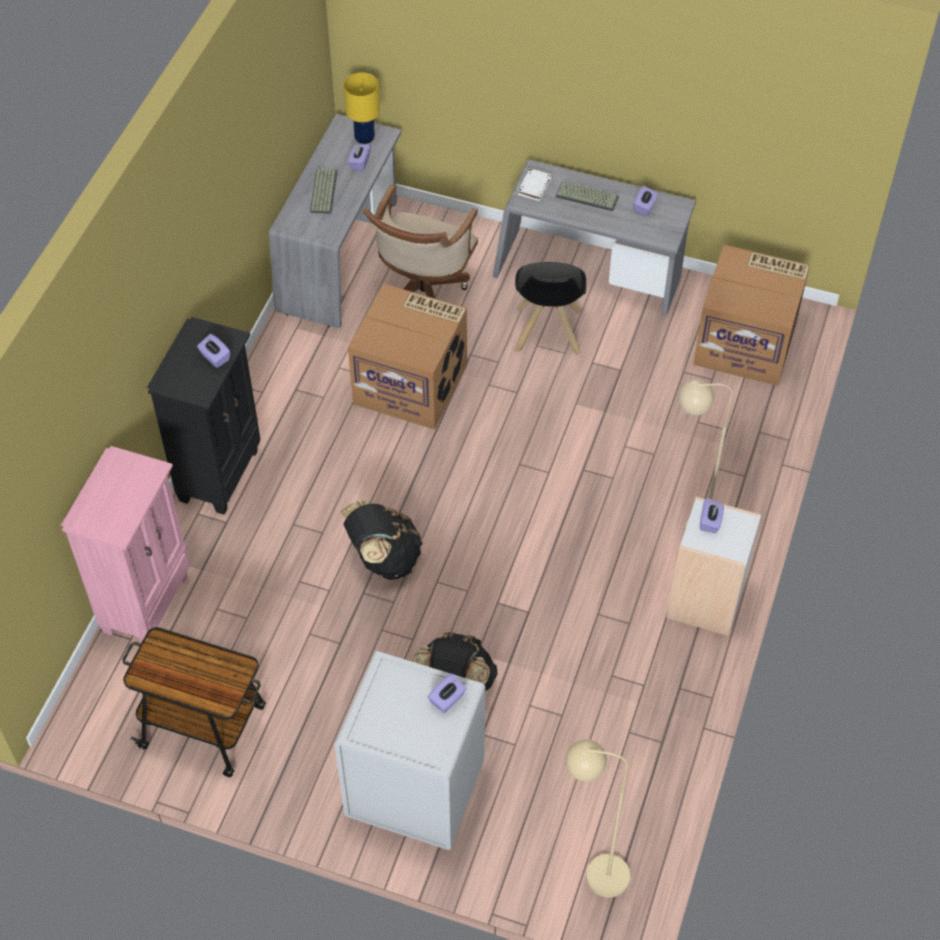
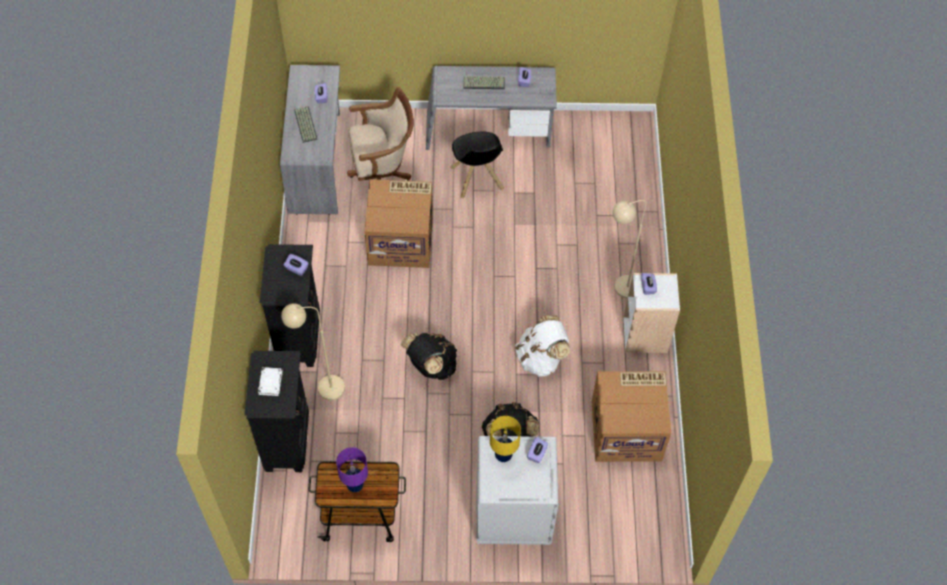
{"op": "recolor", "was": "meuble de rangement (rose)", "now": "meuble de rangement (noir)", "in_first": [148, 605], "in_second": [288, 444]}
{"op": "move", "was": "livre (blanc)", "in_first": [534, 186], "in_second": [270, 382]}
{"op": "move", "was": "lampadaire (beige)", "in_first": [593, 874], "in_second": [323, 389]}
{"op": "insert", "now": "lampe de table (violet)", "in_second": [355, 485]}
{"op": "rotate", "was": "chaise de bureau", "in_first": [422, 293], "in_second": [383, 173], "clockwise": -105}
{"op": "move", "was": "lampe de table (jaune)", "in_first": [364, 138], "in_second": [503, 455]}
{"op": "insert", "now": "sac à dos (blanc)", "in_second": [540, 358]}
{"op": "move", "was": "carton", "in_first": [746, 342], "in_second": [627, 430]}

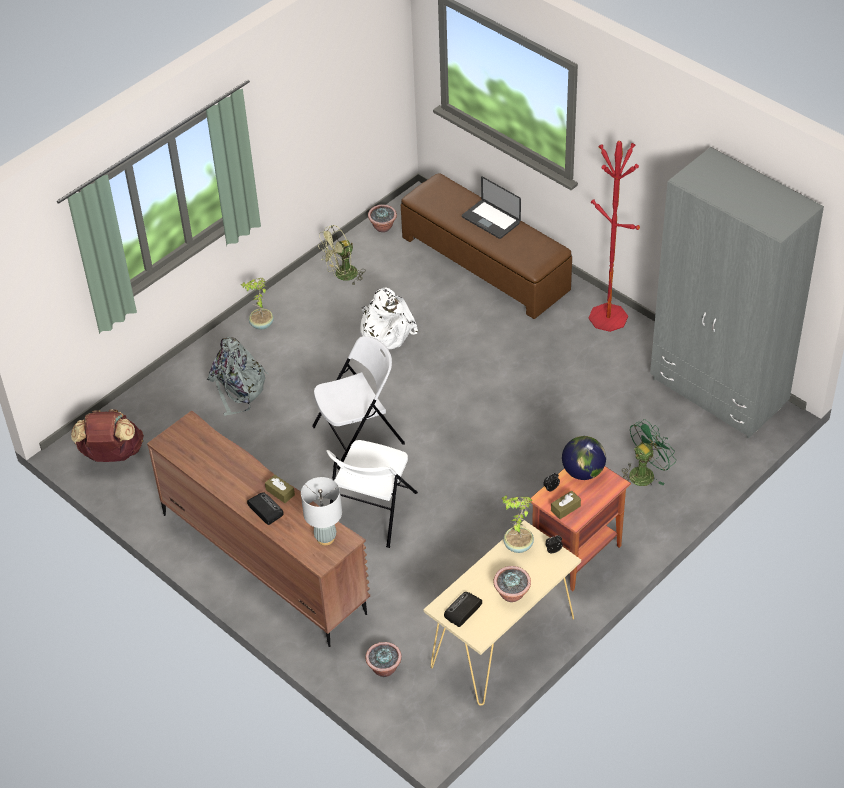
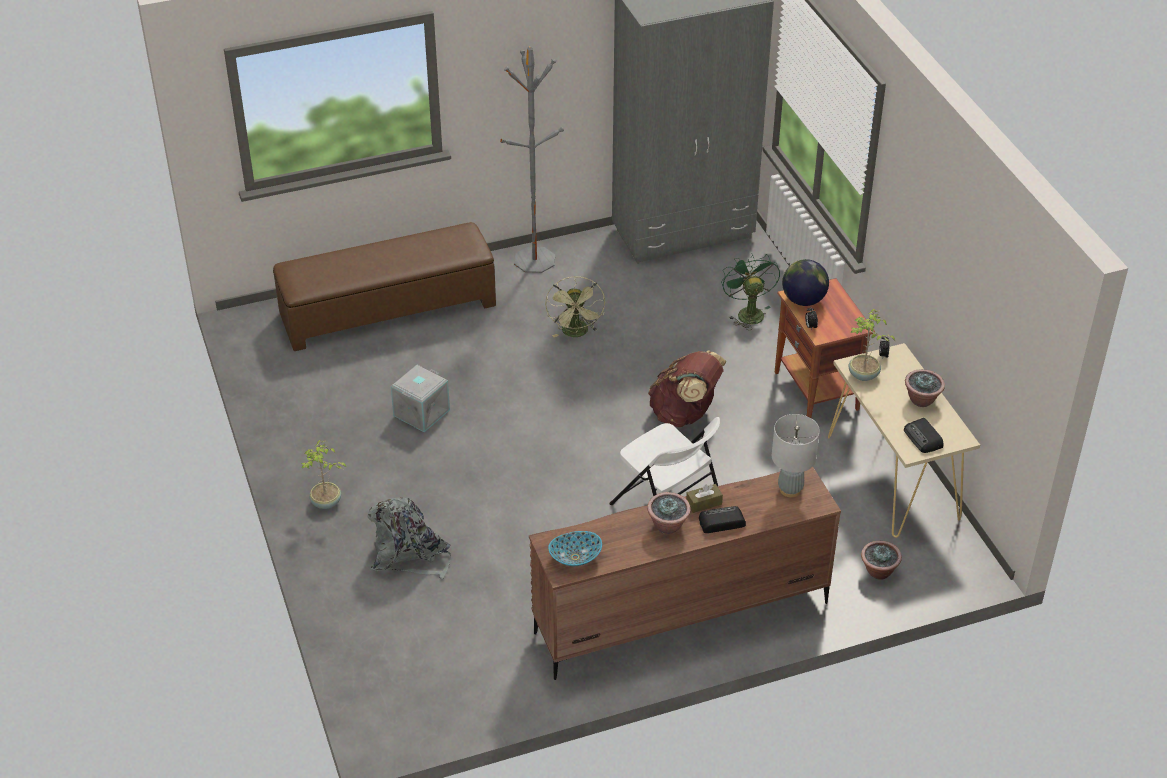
{"op": "replace", "was": "sac à dos (blanc)", "now": "boîte de rangement (gris)", "in_first": [385, 331], "in_second": [421, 412]}
{"op": "recolor", "was": "portant (rouge)", "now": "portant (gris)", "in_first": [608, 317], "in_second": [534, 259]}
{"op": "move", "was": "ventilateur (vert)", "in_first": [342, 276], "in_second": [576, 333]}
{"op": "insert", "now": "bol", "in_second": [575, 557]}
{"op": "move", "was": "plante en pot", "in_first": [383, 227], "in_second": [668, 525]}
{"op": "move", "was": "sac à dos (marron)", "in_first": [112, 455], "in_second": [685, 414]}
{"op": "delete", "was": "chaise (blanc)", "in_first": [358, 435]}
{"op": "delete", "was": "ordinateur portable", "in_first": [491, 220]}
{"op": "delete", "was": "boîte à mouchoirs (marron)", "in_first": [565, 508]}

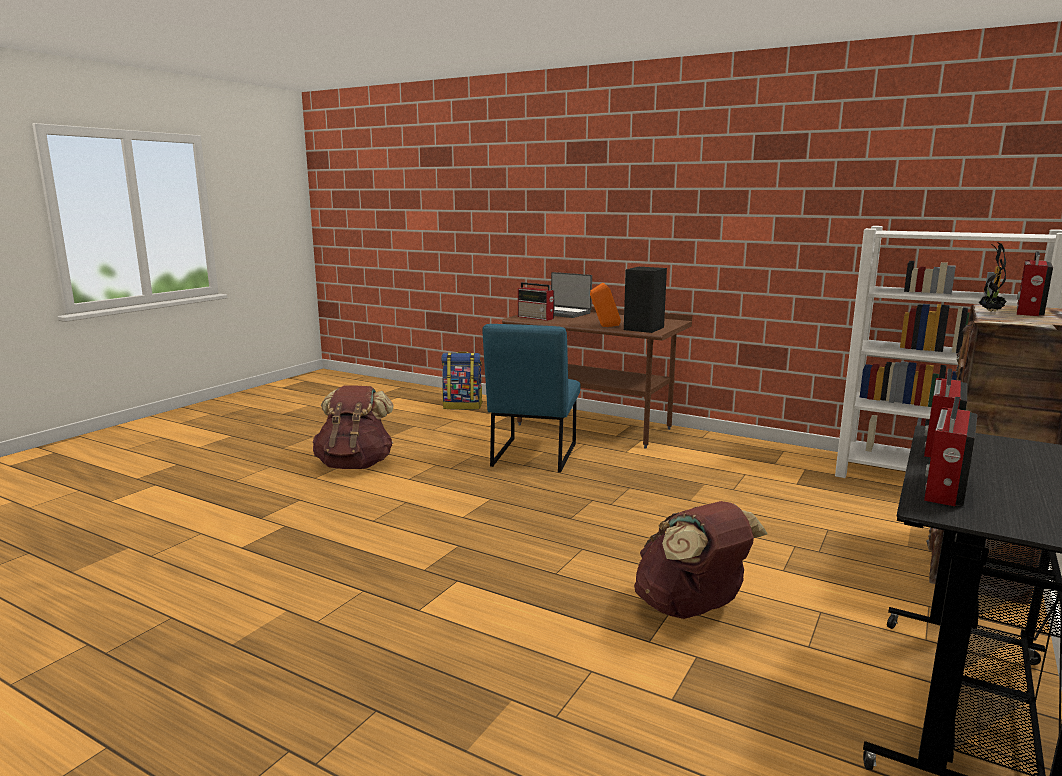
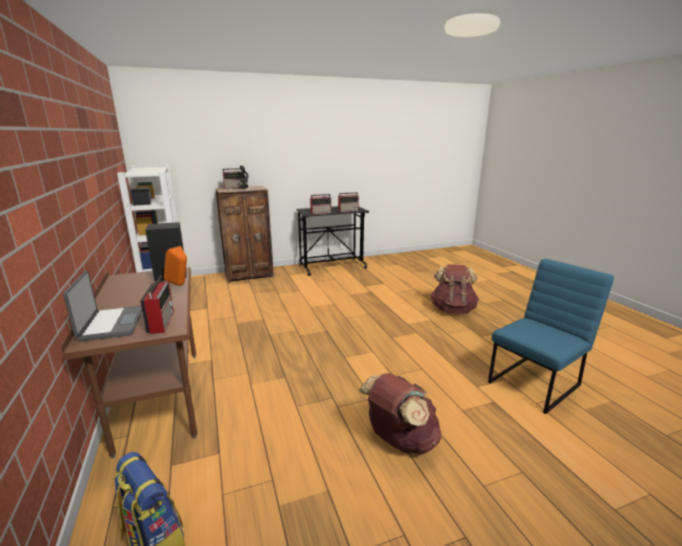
{"op": "move", "was": "sac à dos (marron)", "in_first": [691, 609], "in_second": [452, 310]}
{"op": "move", "was": "chaise (bleu)", "in_first": [533, 455], "in_second": [536, 383]}

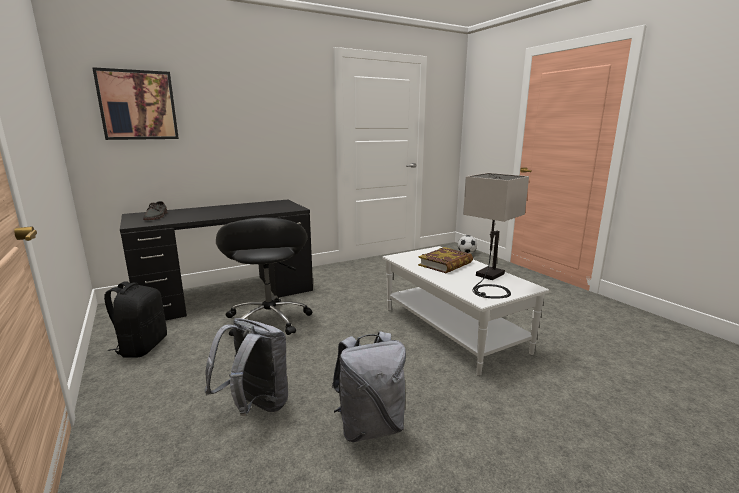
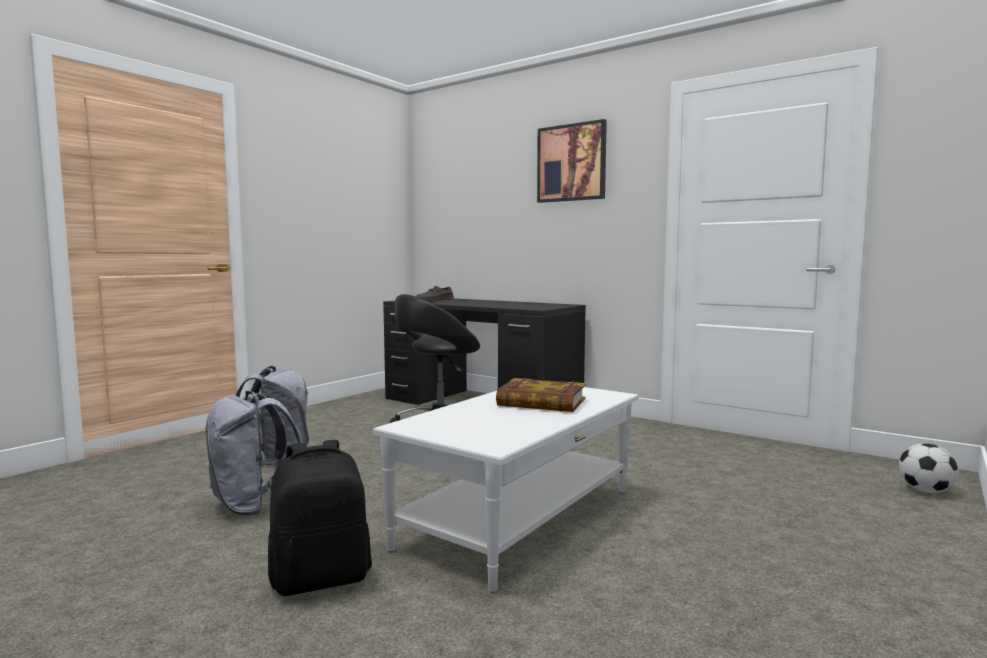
{"op": "move", "was": "sac à dos (noir)", "in_first": [142, 347], "in_second": [321, 578]}
{"op": "move", "was": "tableau", "in_first": [138, 105], "in_second": [571, 163]}
{"op": "delete", "was": "lampe de table", "in_first": [489, 281]}

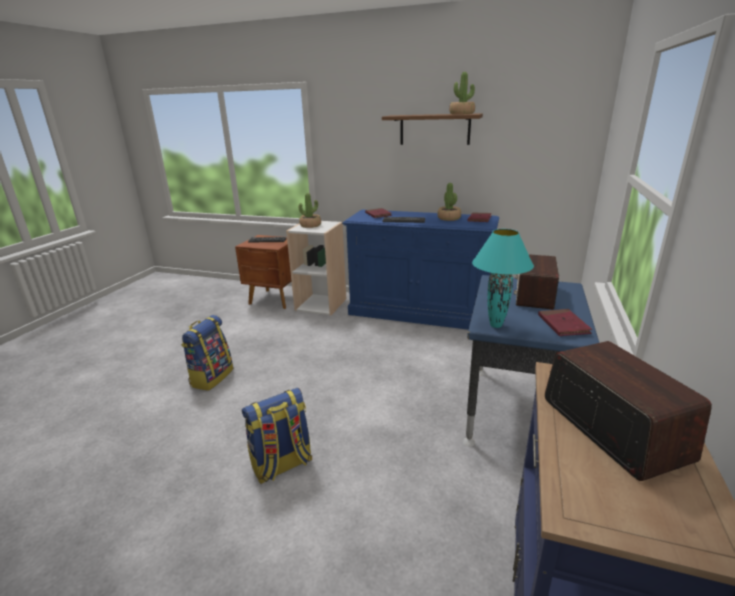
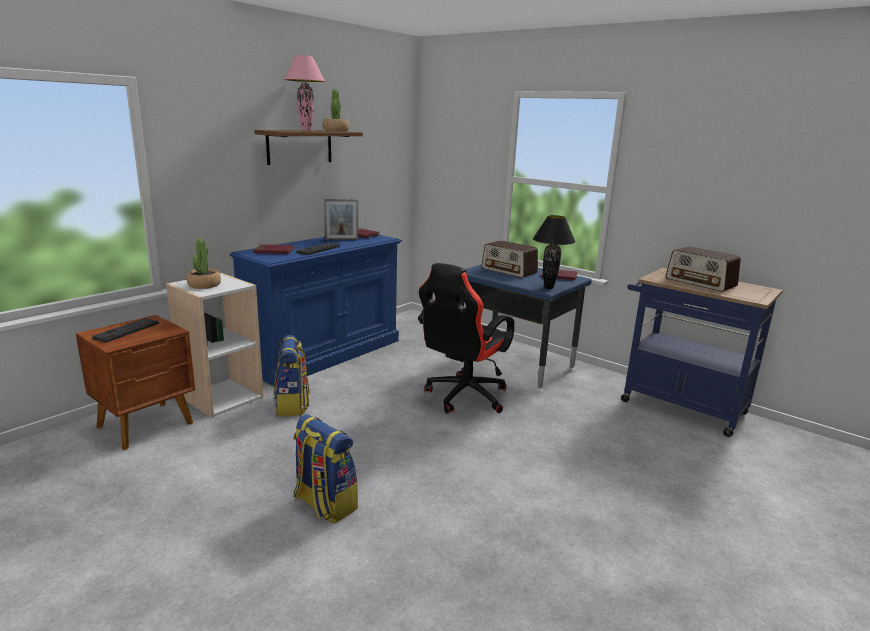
{"op": "move", "was": "sac à dos", "in_first": [282, 465], "in_second": [292, 405]}
{"op": "insert", "now": "lampe de table (rose)", "in_second": [306, 130]}
{"op": "replace", "was": "plante en pot", "now": "cadre photo", "in_first": [449, 218], "in_second": [341, 239]}
{"op": "insert", "now": "chaise de bureau (noir)", "in_second": [462, 399]}
{"op": "recolor", "was": "lampe de table (turquoise)", "now": "lampe de table (noir)", "in_first": [495, 325], "in_second": [548, 288]}
{"op": "rotate", "was": "radio", "in_first": [612, 427], "in_second": [700, 282], "clockwise": -135}

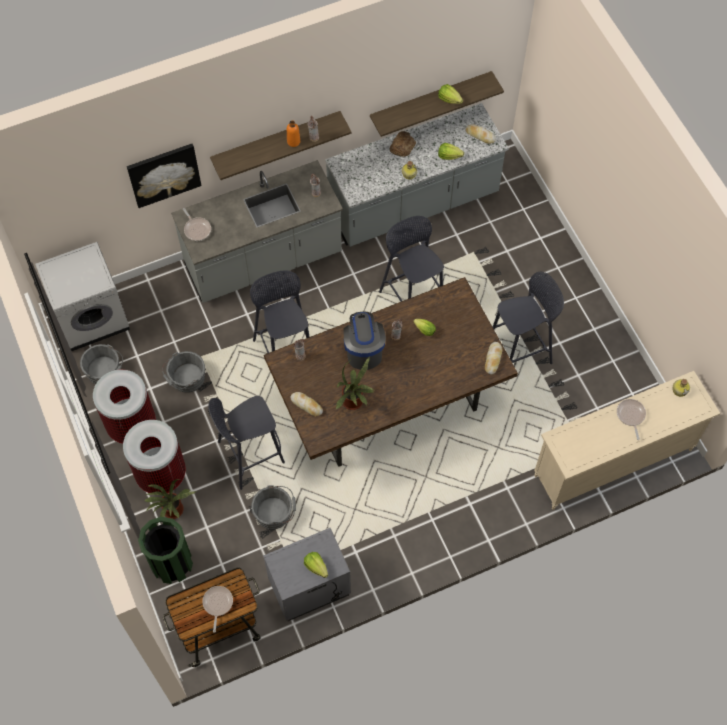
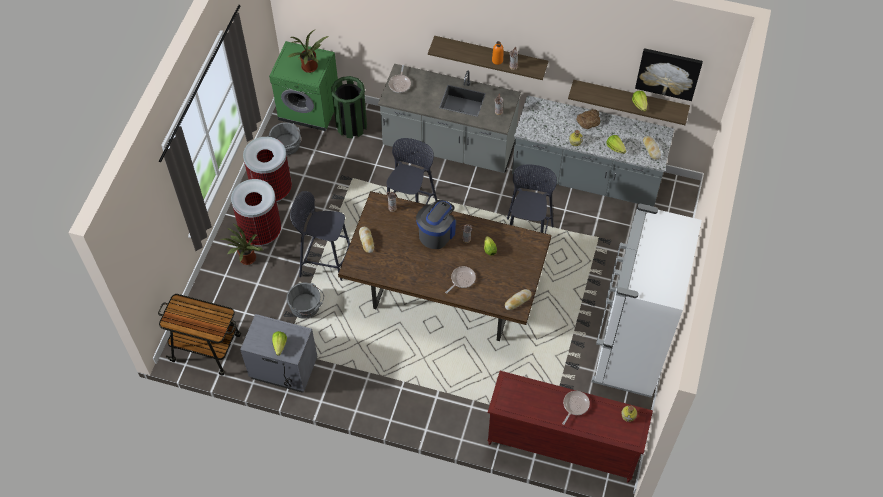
{"op": "recolor", "was": "lave-linge (blanc)", "now": "lave-linge (vert)", "in_first": [93, 320], "in_second": [309, 110]}
{"op": "move", "was": "plante en pot", "in_first": [354, 402], "in_second": [310, 68]}
{"op": "move", "was": "poubelle (vert)", "in_first": [172, 563], "in_second": [351, 126]}
{"op": "move", "was": "poêle", "in_first": [217, 604], "in_second": [462, 279]}
{"op": "recolor", "was": "commode (beige)", "now": "commode (rouge)", "in_first": [613, 463], "in_second": [562, 447]}
{"op": "insert", "now": "réfrigérateur (blanc)", "in_second": [628, 350]}
{"op": "move", "was": "tableau", "in_first": [164, 174], "in_second": [668, 73]}
{"op": "delete", "was": "seau (gris)", "in_first": [186, 379]}
{"op": "delete", "was": "tabouret (gris)", "in_first": [519, 349]}

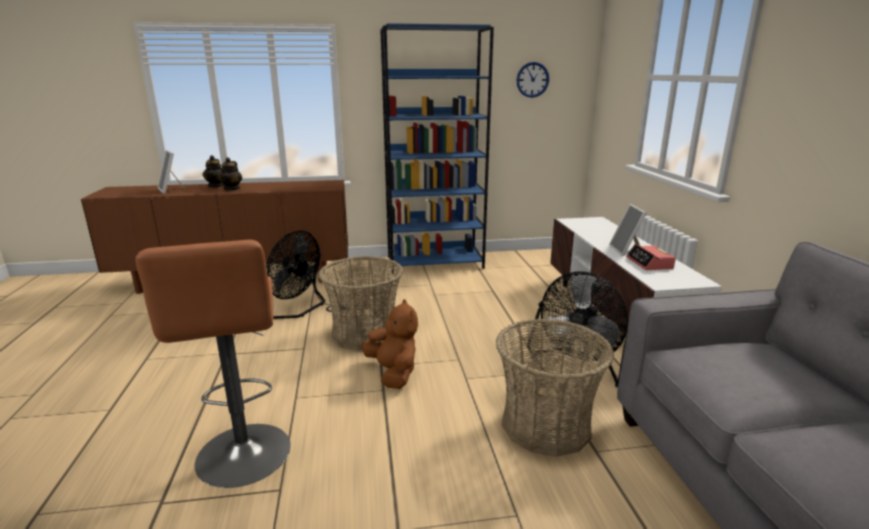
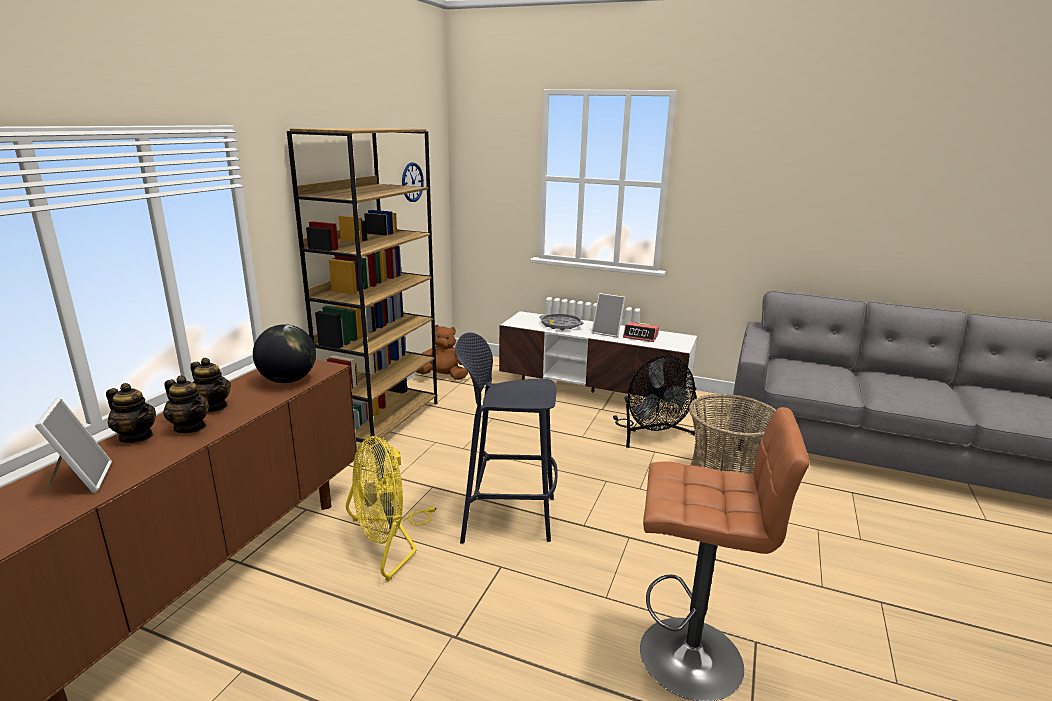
{"op": "rotate", "was": "cadre photo", "in_first": [171, 190], "in_second": [81, 480], "clockwise": -105}
{"op": "insert", "now": "théière", "in_second": [213, 407]}
{"op": "insert", "now": "globe", "in_second": [288, 380]}
{"op": "recolor", "was": "bibliothèque (bleu)", "now": "bibliothèque (marron)", "in_first": [435, 262], "in_second": [382, 420]}
{"op": "recolor", "was": "ventilateur (noir)", "now": "ventilateur (jaune)", "in_first": [306, 307], "in_second": [390, 539]}
{"op": "move", "was": "peluche (marron)", "in_first": [393, 373], "in_second": [443, 377]}
{"op": "replace", "was": "panier", "now": "tabouret (gris)", "in_first": [364, 333], "in_second": [506, 515]}
{"op": "insert", "now": "plateau (gris)", "in_second": [560, 325]}

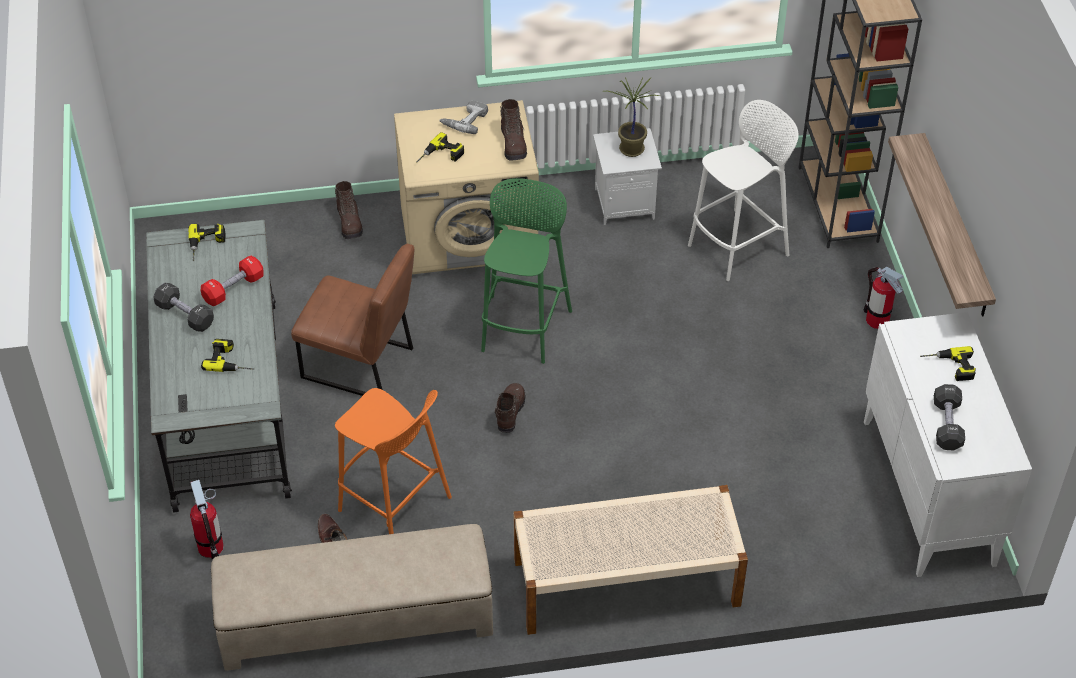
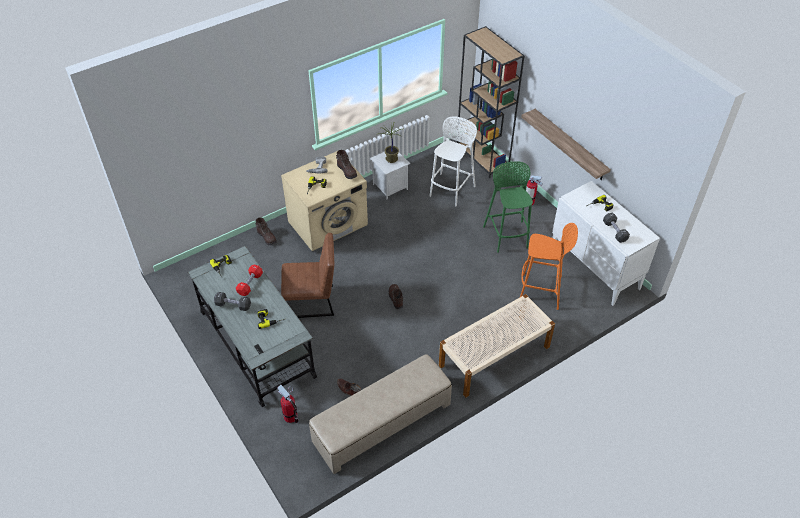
{"op": "move", "was": "tabouret (vert)", "in_first": [523, 328], "in_second": [507, 236]}
{"op": "move", "was": "tabouret (orange)", "in_first": [394, 509], "in_second": [542, 290]}

